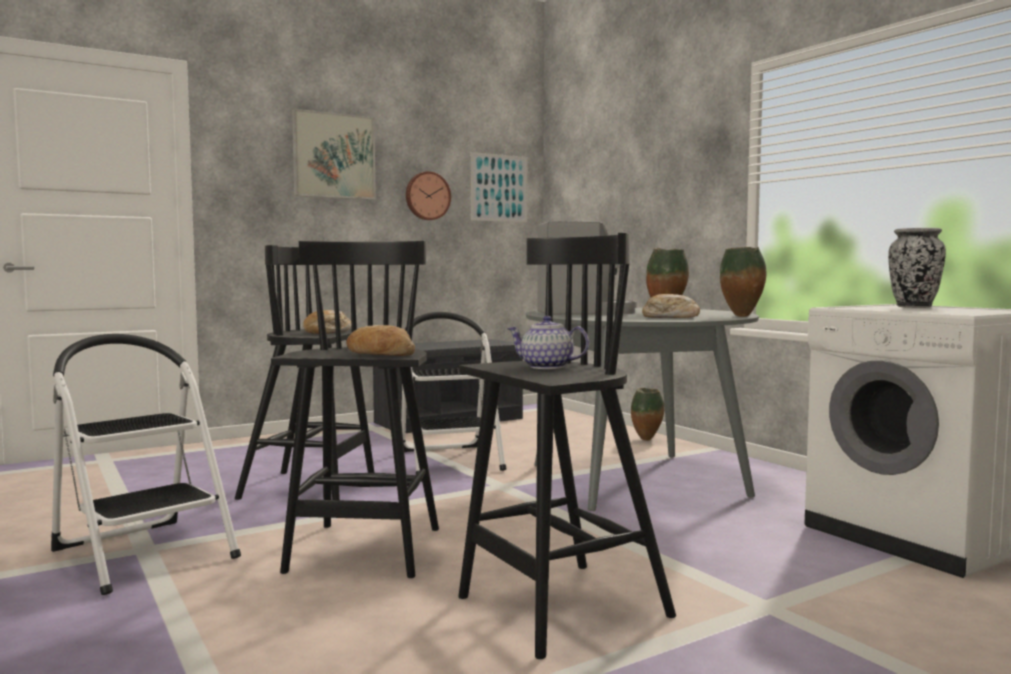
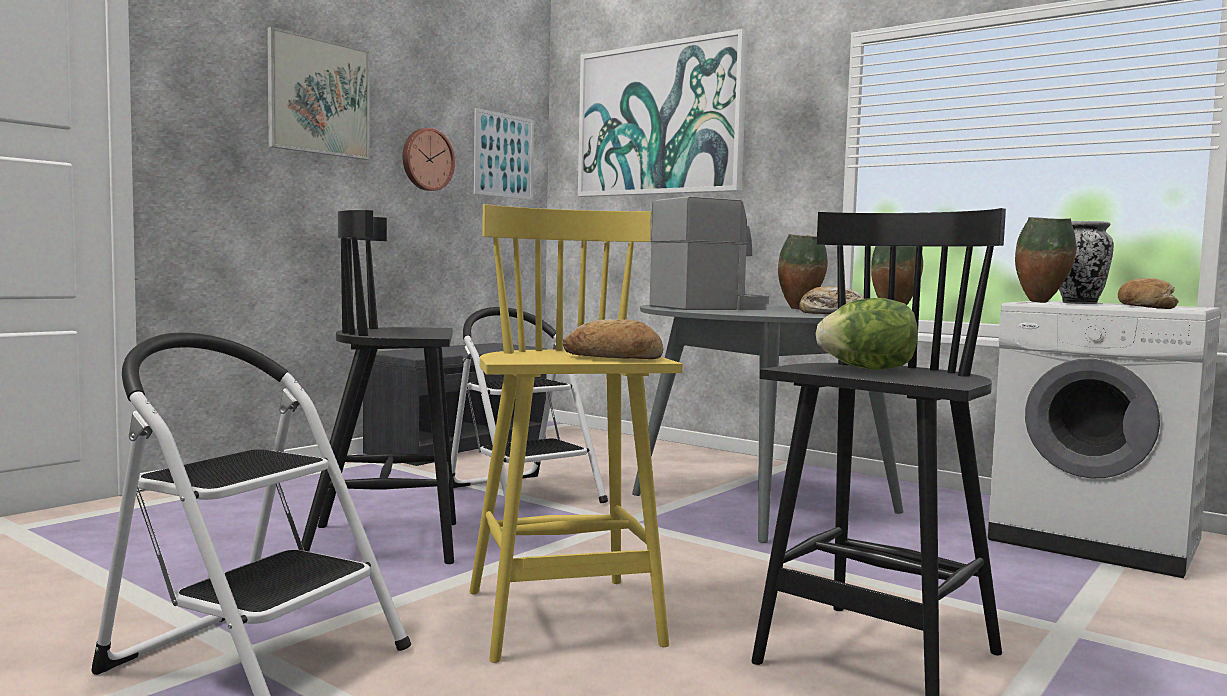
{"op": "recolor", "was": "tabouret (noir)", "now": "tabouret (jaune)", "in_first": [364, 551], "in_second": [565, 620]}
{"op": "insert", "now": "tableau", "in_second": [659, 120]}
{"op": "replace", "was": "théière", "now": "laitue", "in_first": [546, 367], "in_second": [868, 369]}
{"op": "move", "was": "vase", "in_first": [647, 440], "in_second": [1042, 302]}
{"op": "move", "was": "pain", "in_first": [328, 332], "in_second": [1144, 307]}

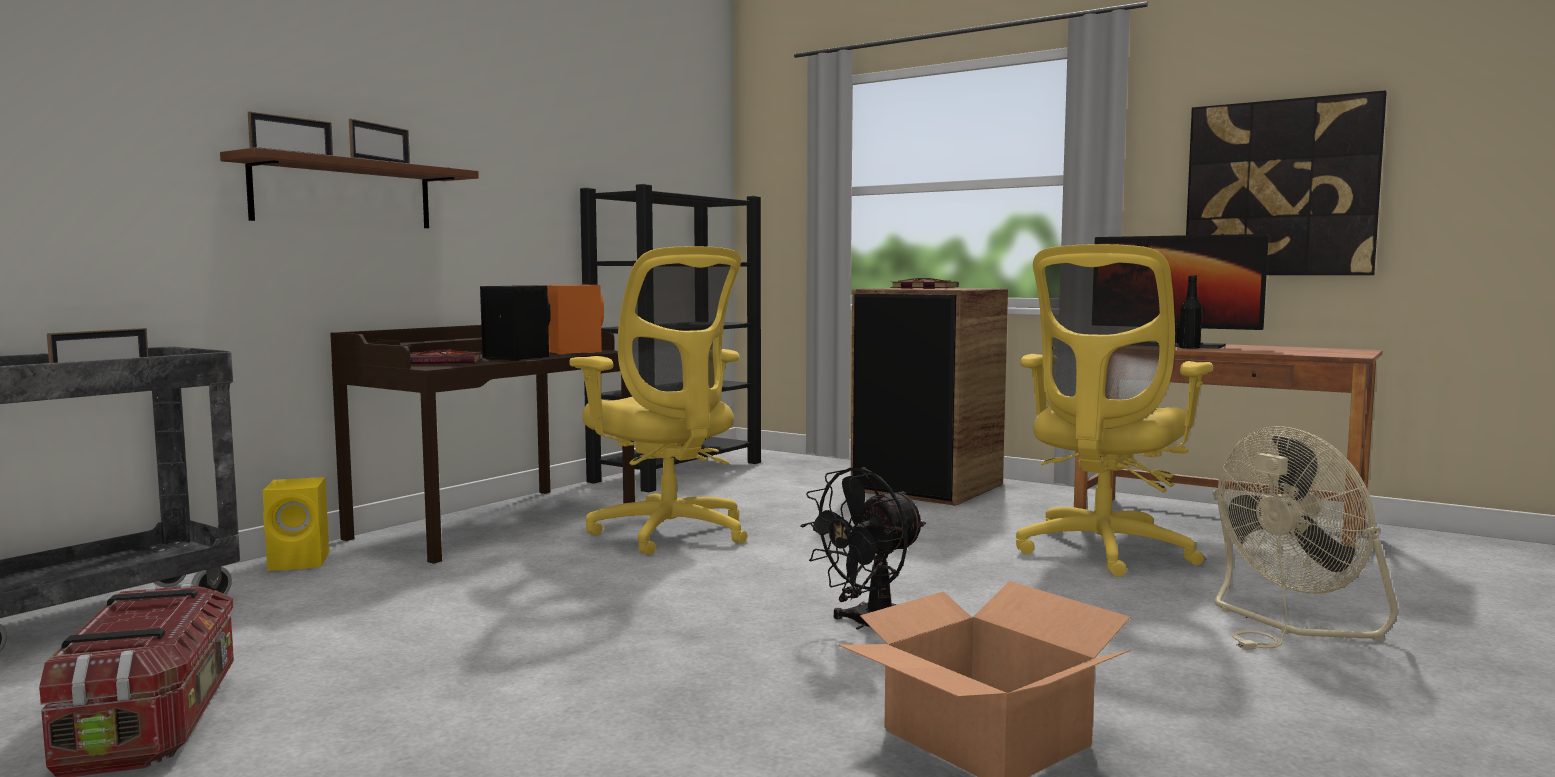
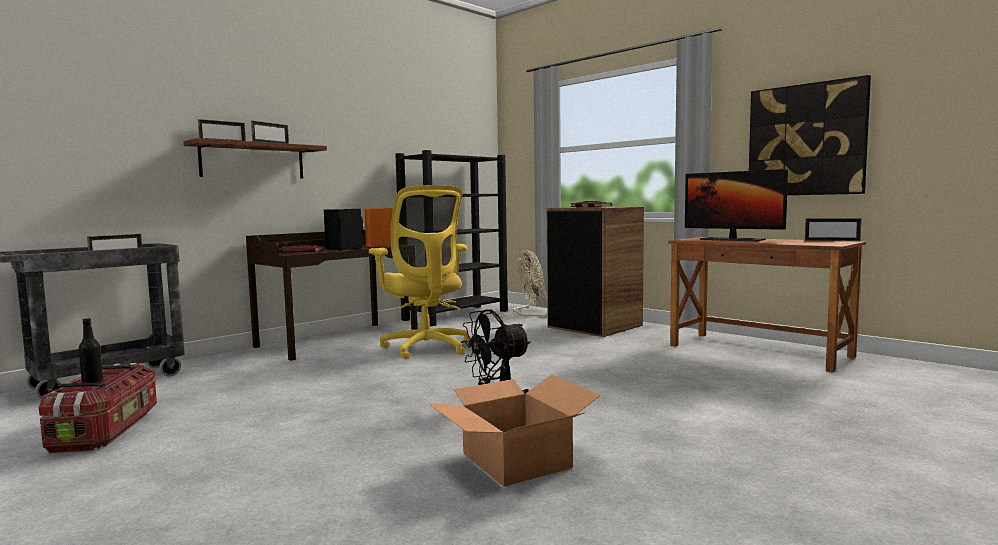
{"op": "move", "was": "bouteille (noir)", "in_first": [1189, 348], "in_second": [92, 381]}
{"op": "move", "was": "ventilateur (beige)", "in_first": [1278, 620], "in_second": [526, 313]}
{"op": "insert", "now": "cadre photo", "in_second": [832, 241]}
{"op": "delete", "was": "enceinte (jaune)", "in_first": [301, 562]}
{"op": "delete", "was": "chaise de bureau (jaune)", "in_first": [1105, 548]}

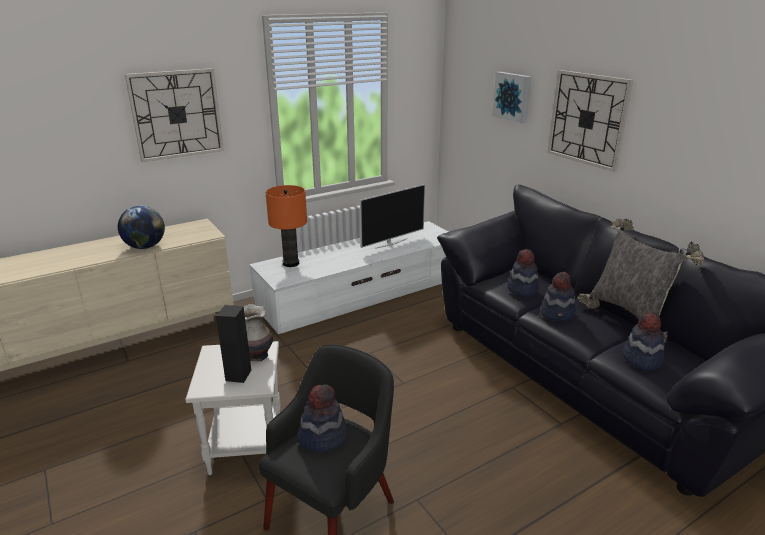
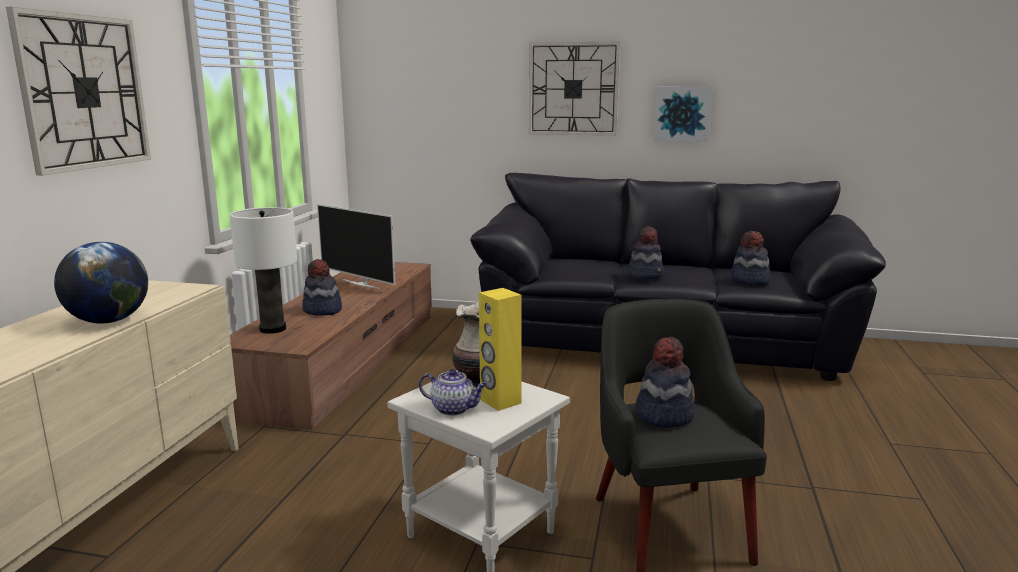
{"op": "recolor", "was": "lampe de table (orange)", "now": "lampe de table (blanc)", "in_first": [290, 263], "in_second": [272, 329]}
{"op": "recolor", "was": "meuble télé (blanc)", "now": "meuble télé (marron)", "in_first": [362, 291], "in_second": [344, 358]}
{"op": "move", "was": "chapeau", "in_first": [522, 289], "in_second": [322, 310]}
{"op": "rotate", "was": "téléviseur", "in_first": [391, 243], "in_second": [361, 284], "clockwise": 120}
{"op": "insert", "now": "théière", "in_second": [454, 409]}
{"op": "recolor", "was": "enceinte (noir)", "now": "enceinte (jaune)", "in_first": [238, 375], "in_second": [500, 401]}
{"op": "move", "was": "tableau", "in_first": [513, 96], "in_second": [682, 113]}
{"op": "delete", "was": "coussin", "in_first": [628, 322]}

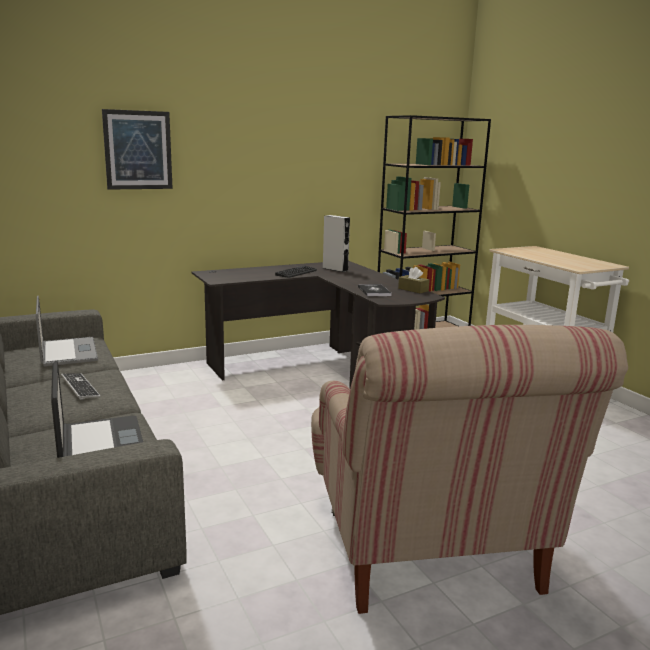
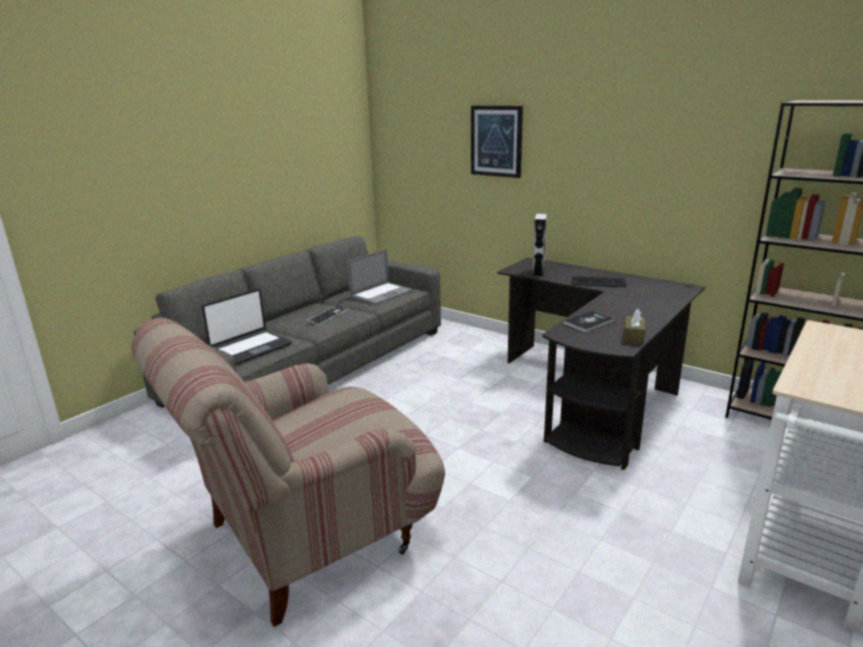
{"op": "move", "was": "enceinte (gris)", "in_first": [335, 269], "in_second": [538, 272]}

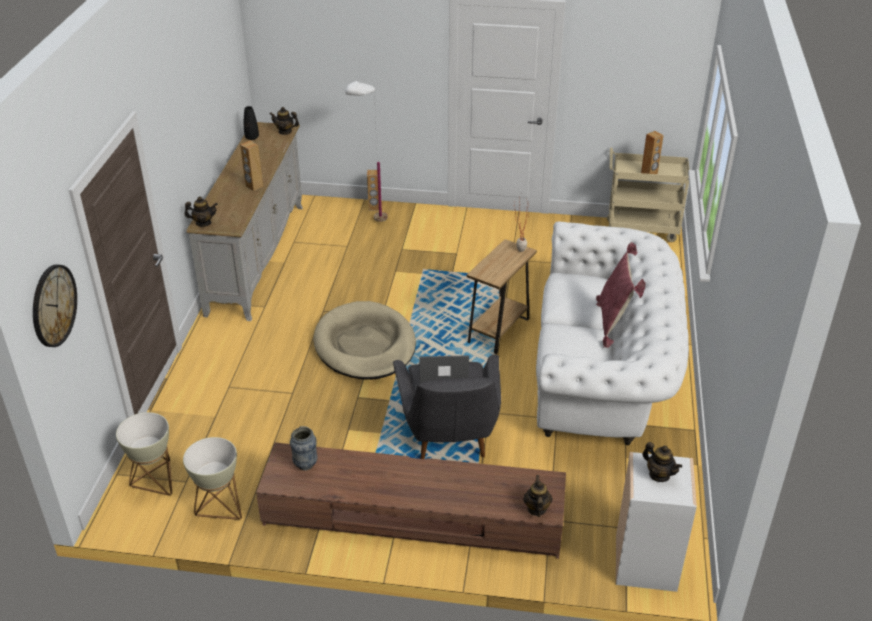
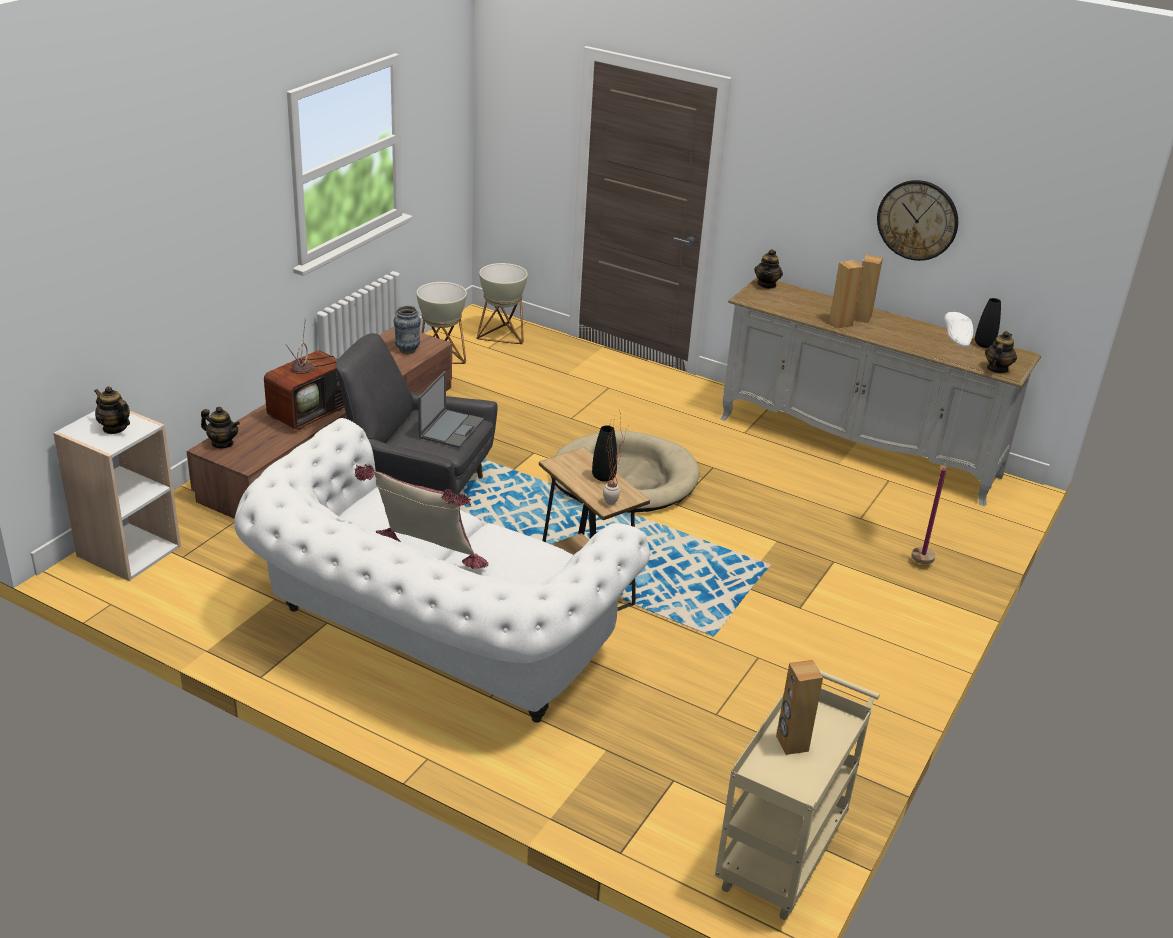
{"op": "rotate", "was": "théière", "in_first": [659, 475], "in_second": [114, 428], "clockwise": 60}
{"op": "insert", "now": "téléviseur", "in_second": [309, 412]}
{"op": "insert", "now": "vase (noir)", "in_second": [603, 477]}
{"op": "move", "was": "enceinte (marron)", "in_first": [374, 208], "in_second": [861, 317]}
{"op": "move", "was": "horloge murale", "in_first": [53, 305], "in_second": [917, 220]}

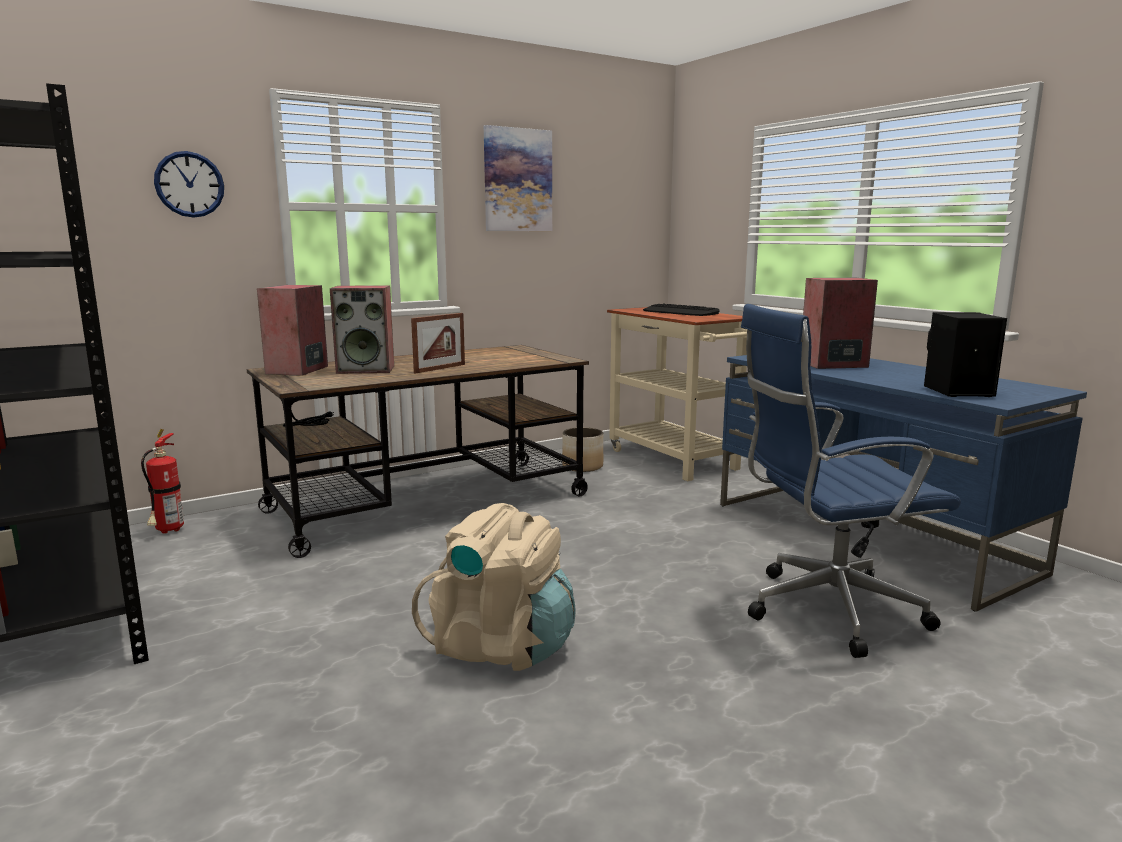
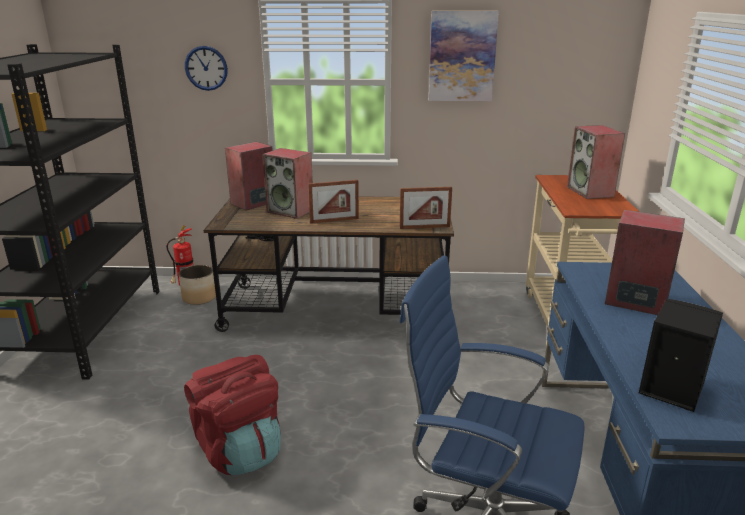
{"op": "move", "was": "cache-pot", "in_first": [582, 466], "in_second": [199, 297]}
{"op": "recolor", "was": "sac à dos (beige)", "now": "sac à dos (rouge)", "in_first": [501, 646], "in_second": [239, 450]}
{"op": "insert", "now": "cadre photo", "in_second": [424, 227]}
{"op": "replace", "was": "clavier", "now": "enceinte", "in_first": [680, 312], "in_second": [591, 192]}

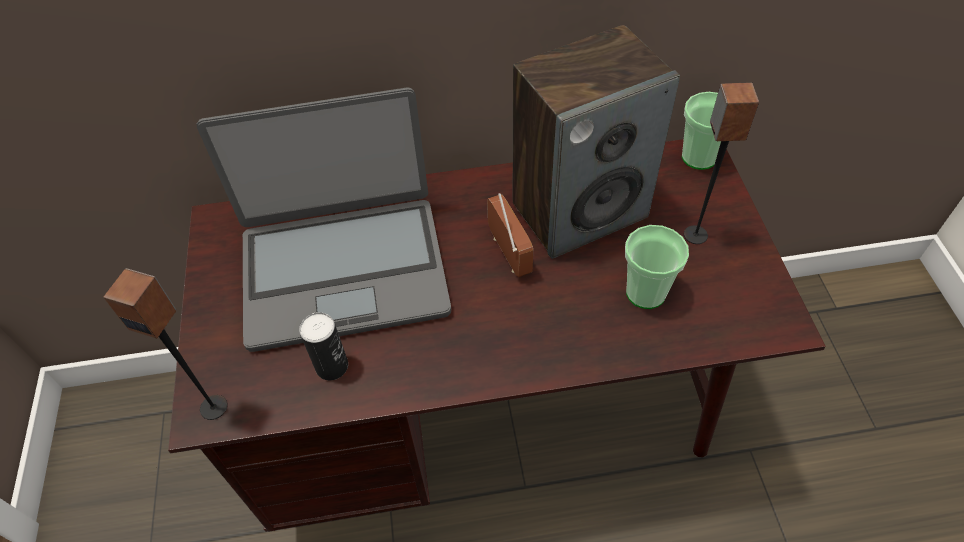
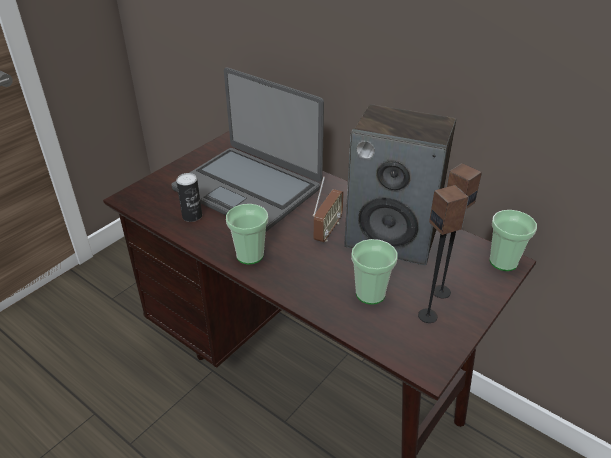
{"op": "insert", "now": "tasse", "in_second": [250, 255]}
{"op": "move", "was": "enceinte", "in_first": [214, 406], "in_second": [428, 316]}

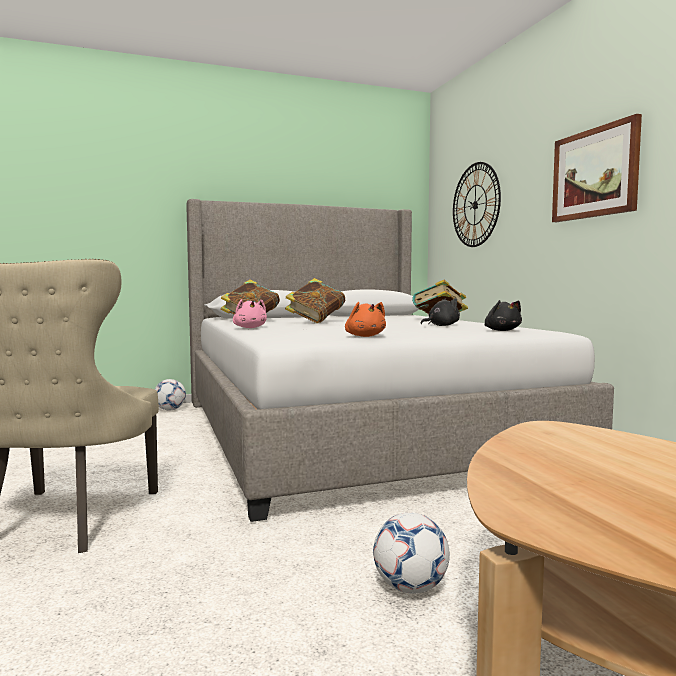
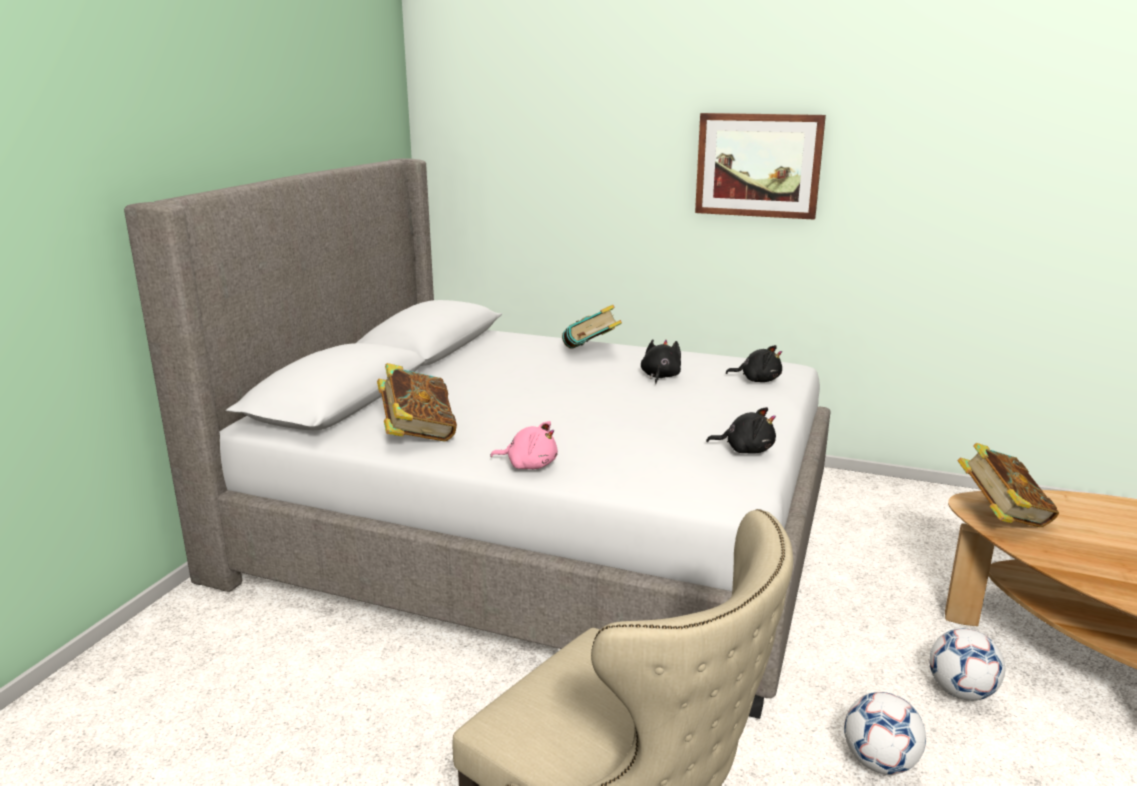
{"op": "recolor", "was": "peluche (orange)", "now": "peluche (noir)", "in_first": [364, 336], "in_second": [745, 450]}
{"op": "move", "was": "ballon de foot", "in_first": [170, 410], "in_second": [879, 762]}
{"op": "move", "was": "livre", "in_first": [316, 321], "in_second": [1001, 517]}
{"op": "delete", "was": "horloge murale", "in_first": [475, 205]}

